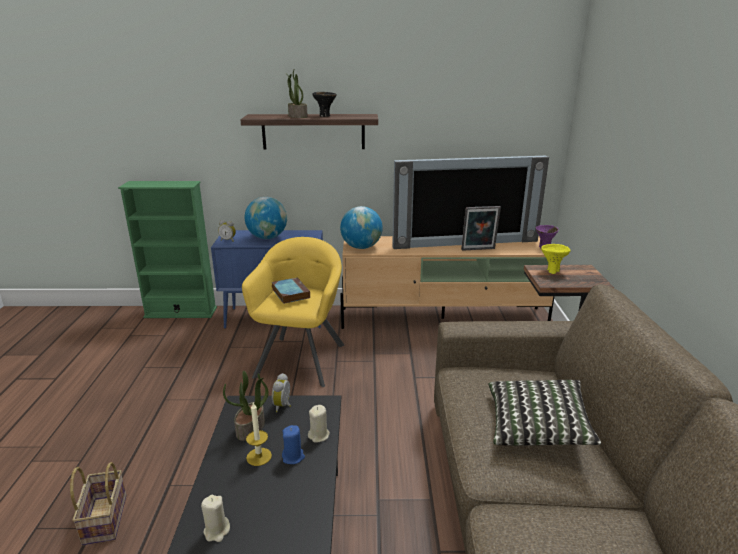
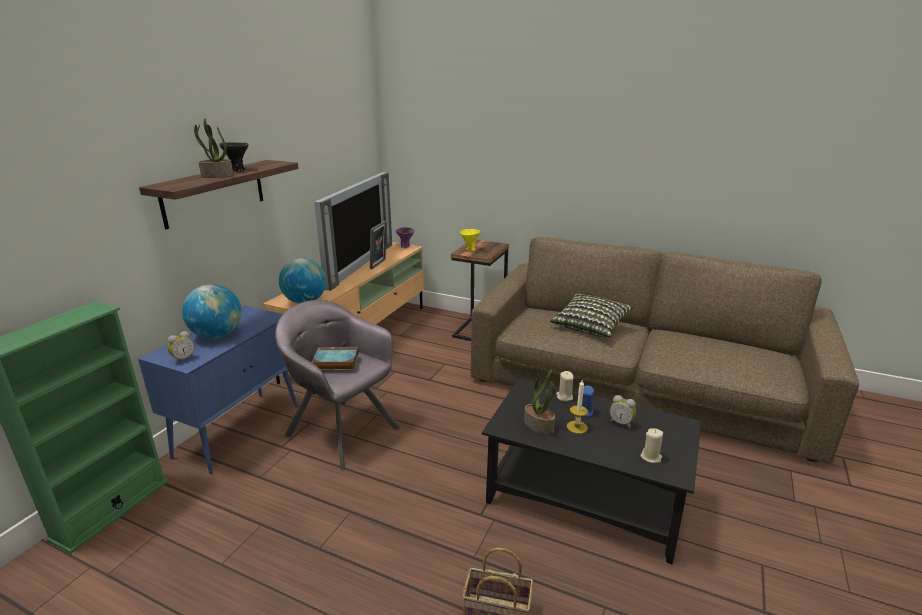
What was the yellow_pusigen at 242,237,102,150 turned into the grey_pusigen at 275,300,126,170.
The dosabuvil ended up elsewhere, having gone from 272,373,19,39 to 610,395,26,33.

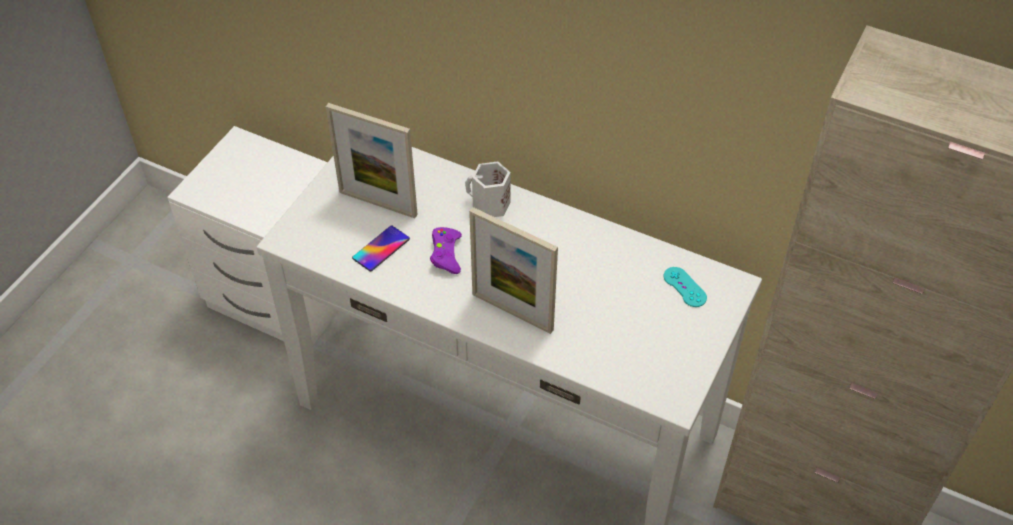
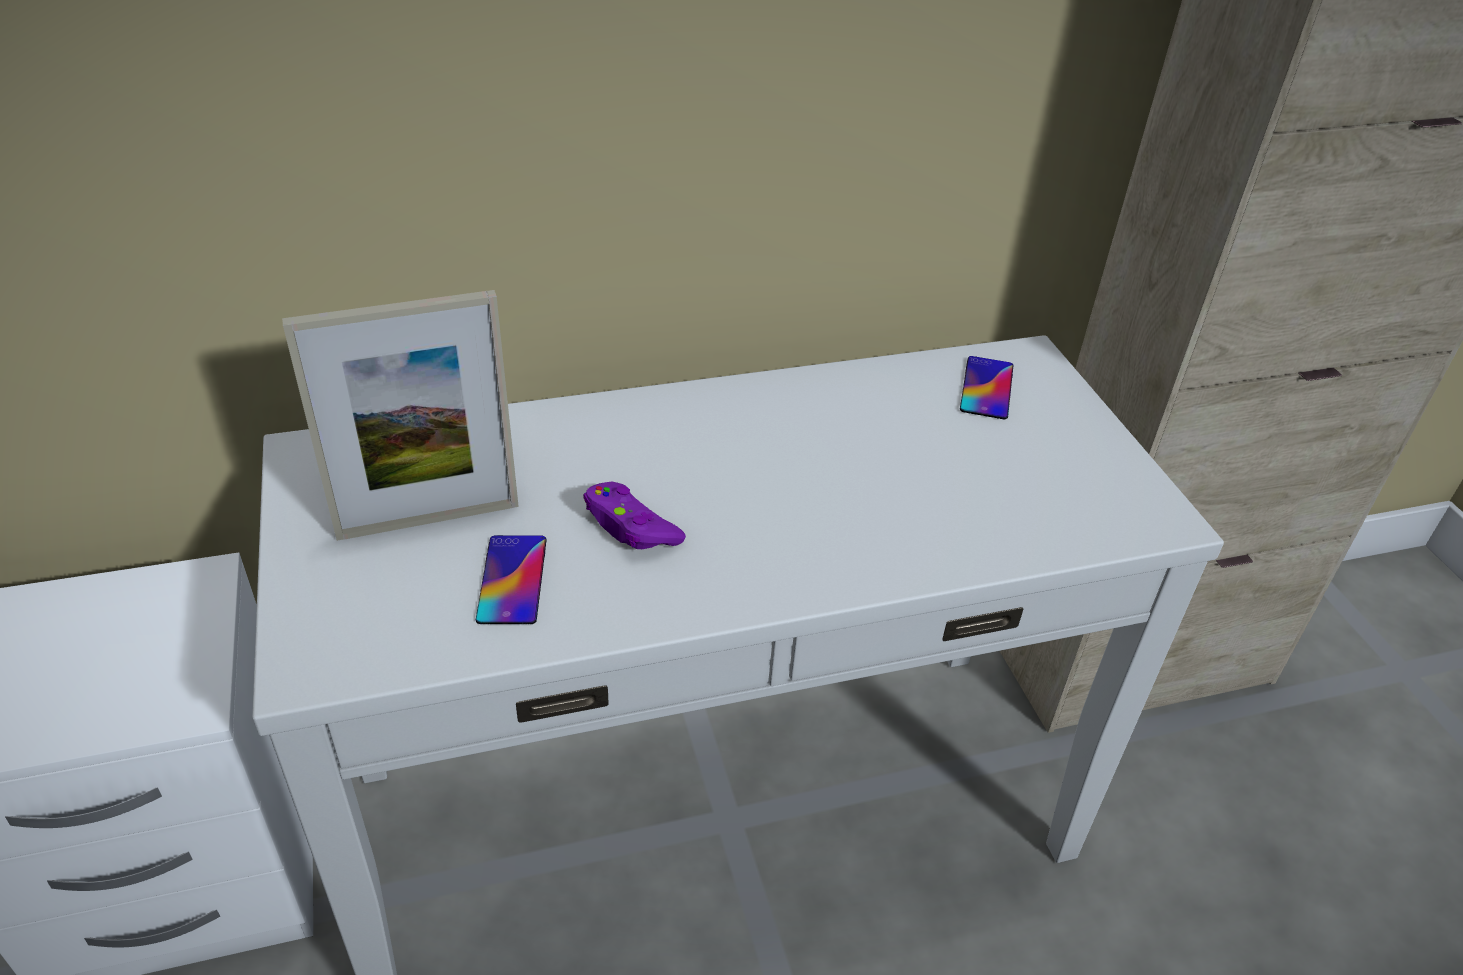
The second view lost the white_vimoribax at 465,162,46,55.
The second view lost the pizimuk at 469,207,89,127.
Where the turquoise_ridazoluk stood at 664,267,43,40, the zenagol came to stand at 960,356,53,63.

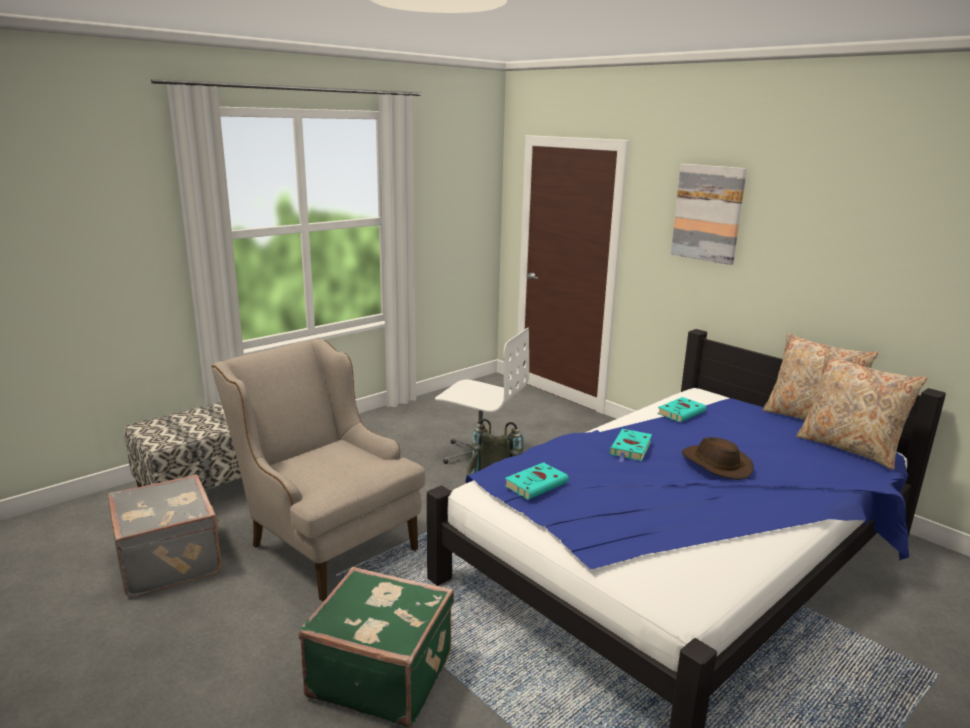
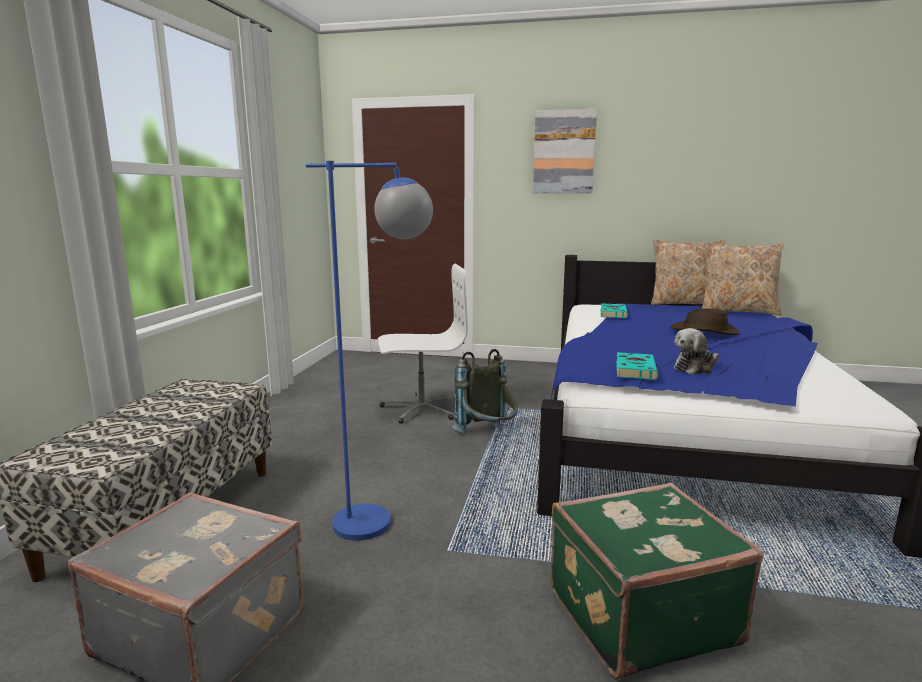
Where the beige_pusigen stood at 211,339,214,263, the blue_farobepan came to stand at 306,161,127,380.
The second view lost the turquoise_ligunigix at 609,429,43,34.
The second view gained the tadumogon at 674,328,45,47.

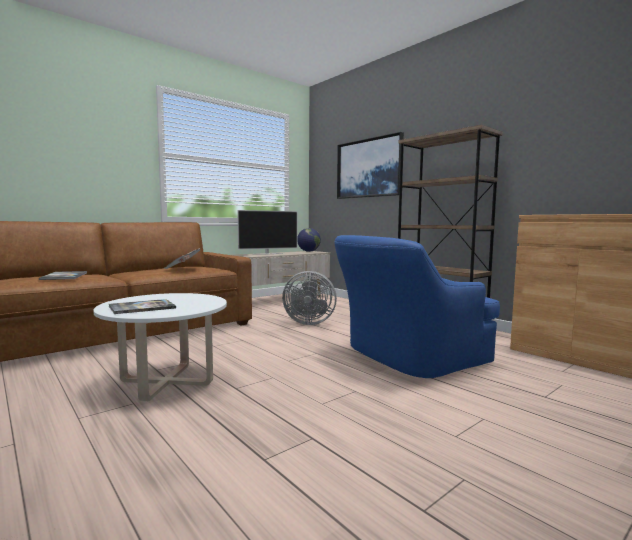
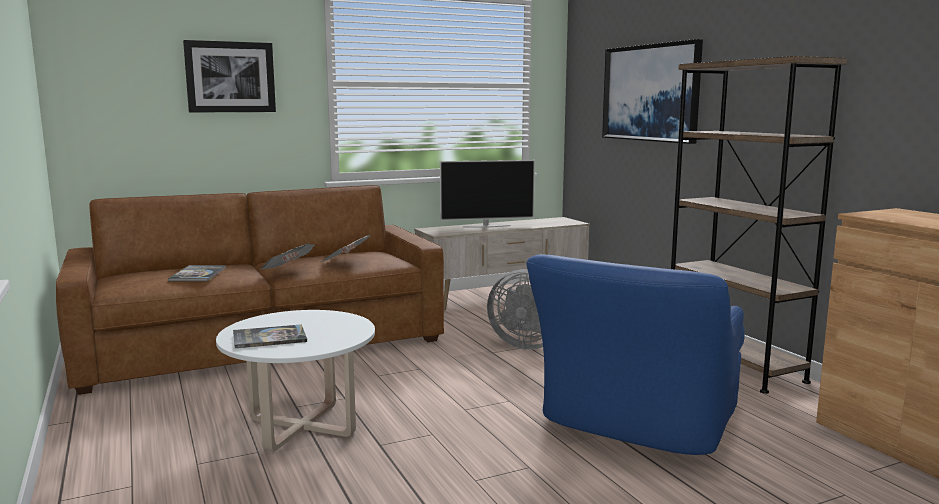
The second view lost the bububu at 297,228,24,24.
The blue_pusigen at 334,235,166,143 ended up facing another way, 45 degrees counterclockwise from before.
The second view gained the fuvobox at 183,40,93,73.
The second view gained the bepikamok at 260,244,55,26.

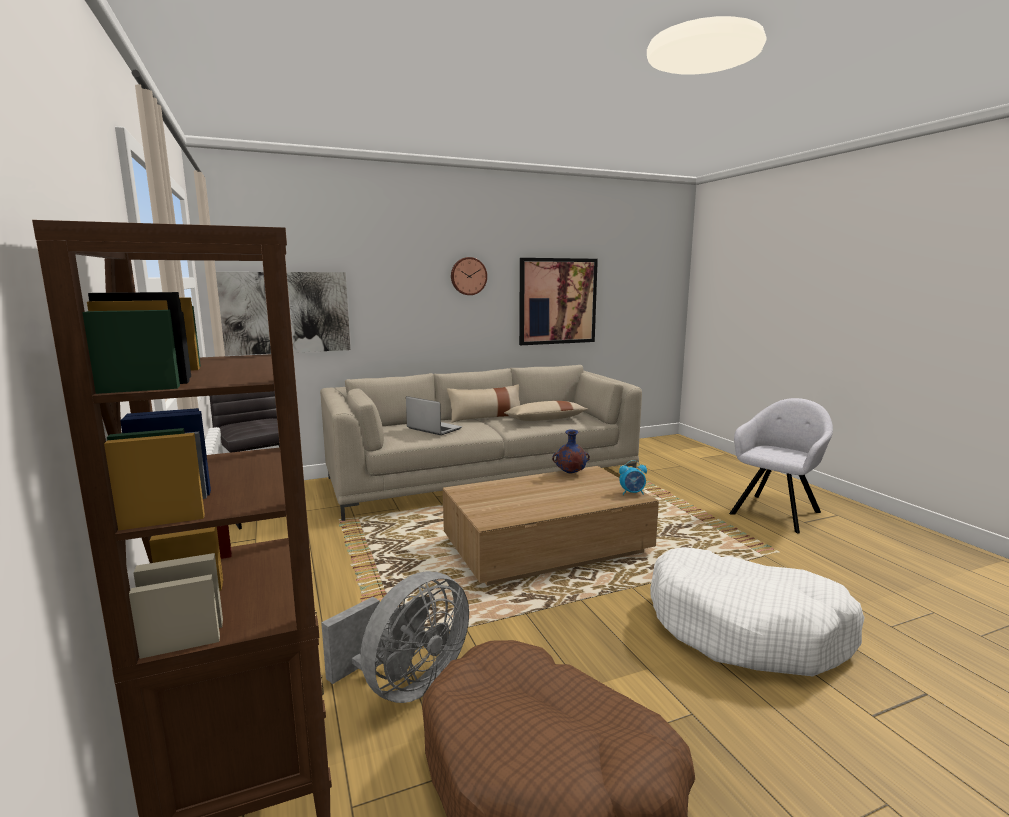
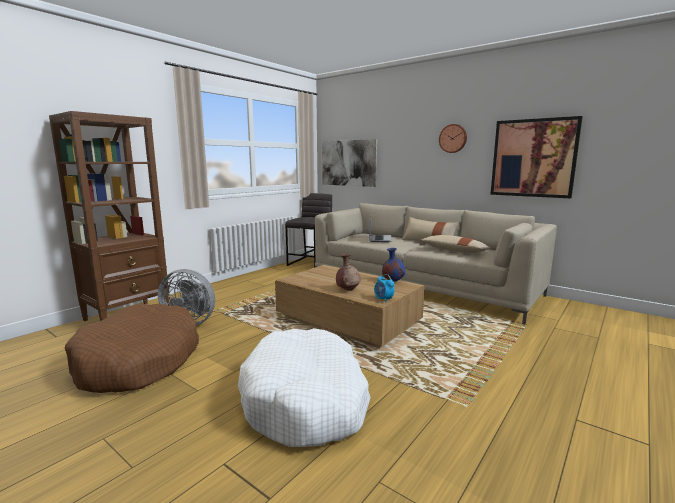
The second view lost the grey_pusigen at 729,398,104,136.
The second view gained the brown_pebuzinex at 336,254,25,37.

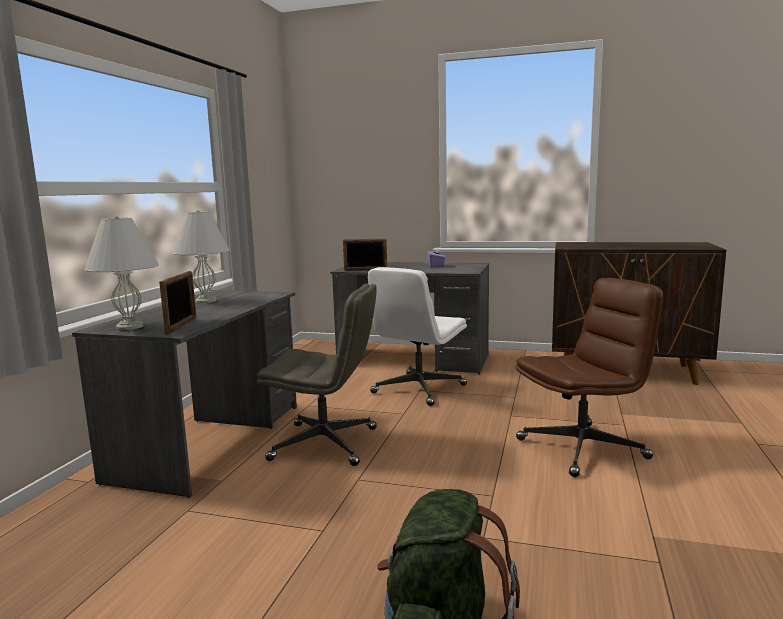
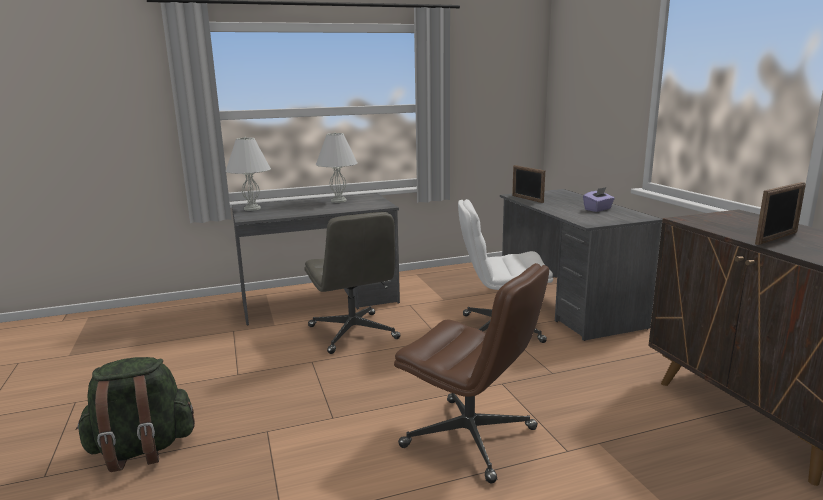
The pizimuk ended up elsewhere, having gone from 159,271,37,64 to 755,182,51,63.

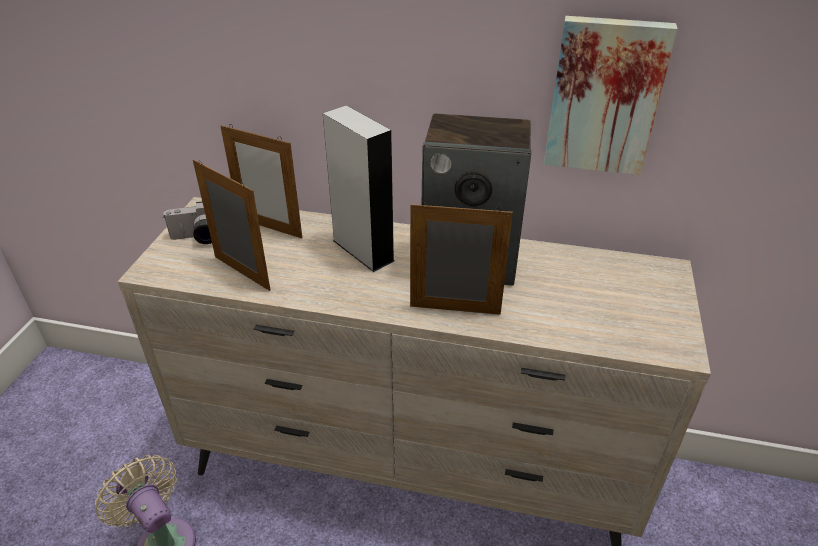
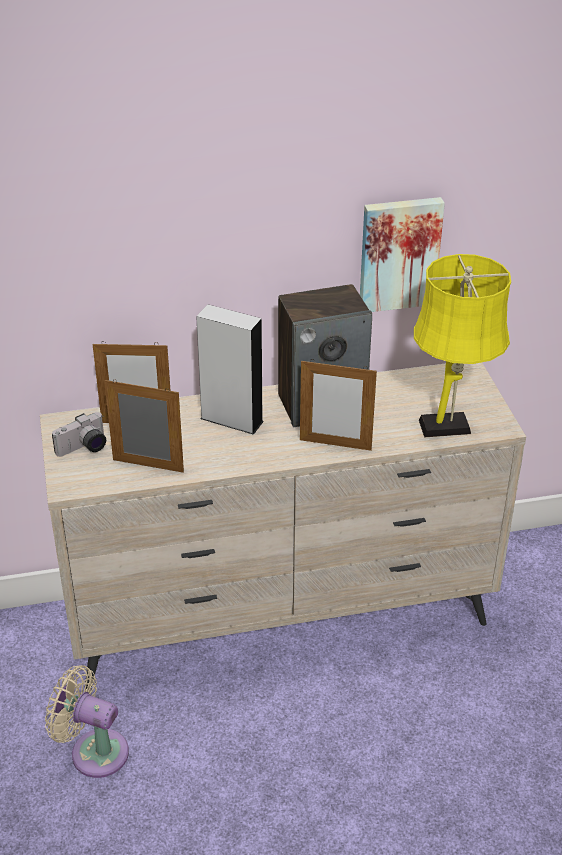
The pizimuk at 410,202,103,113 ended up facing another way, 150 degrees counterclockwise from before.
The second view gained the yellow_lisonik at 414,254,97,183.

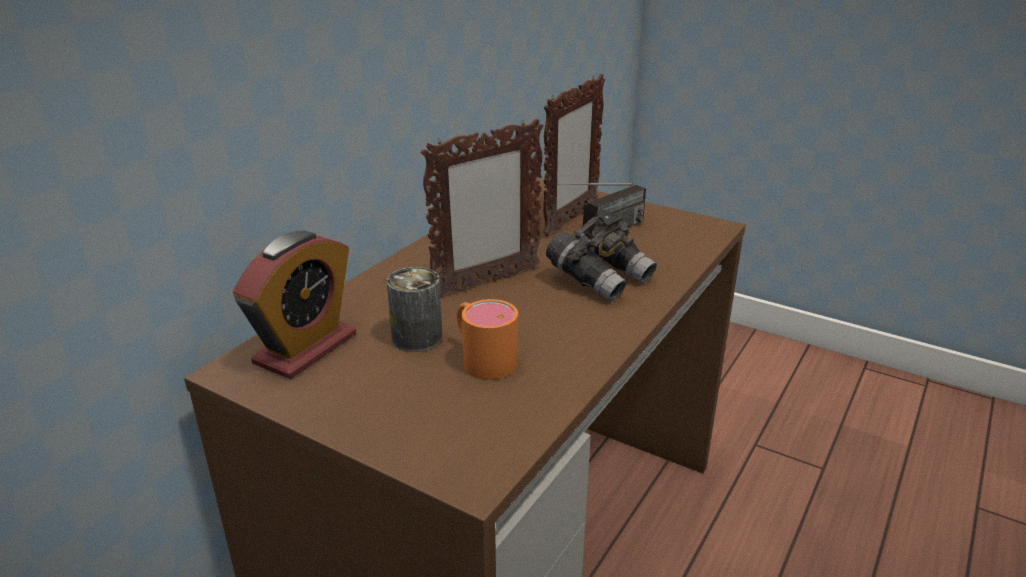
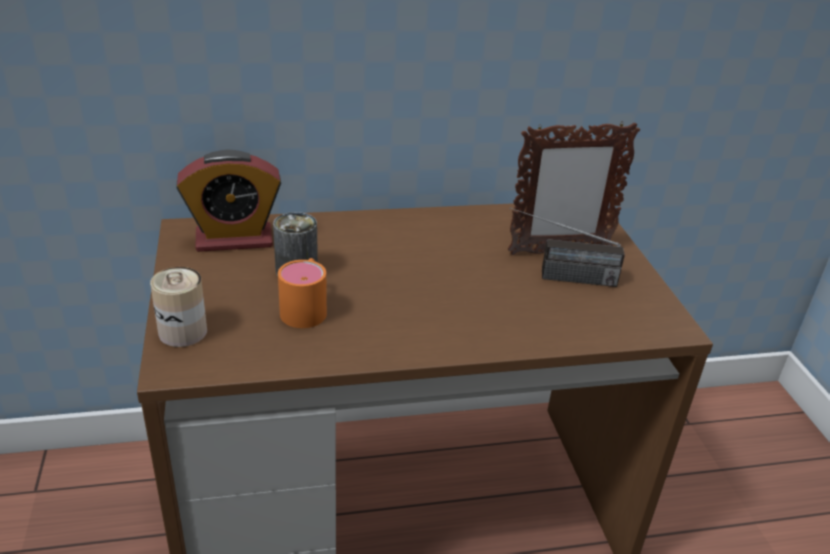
The second view lost the pizimuk at 421,119,122,179.
The second view lost the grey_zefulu at 546,209,111,93.
The second view gained the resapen at 150,267,57,80.

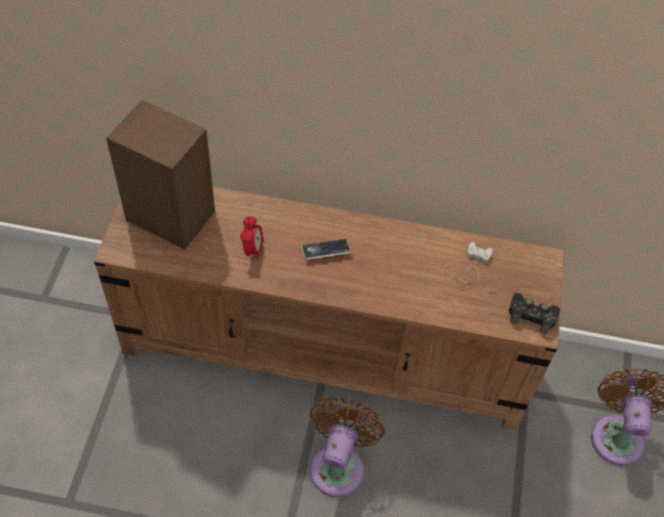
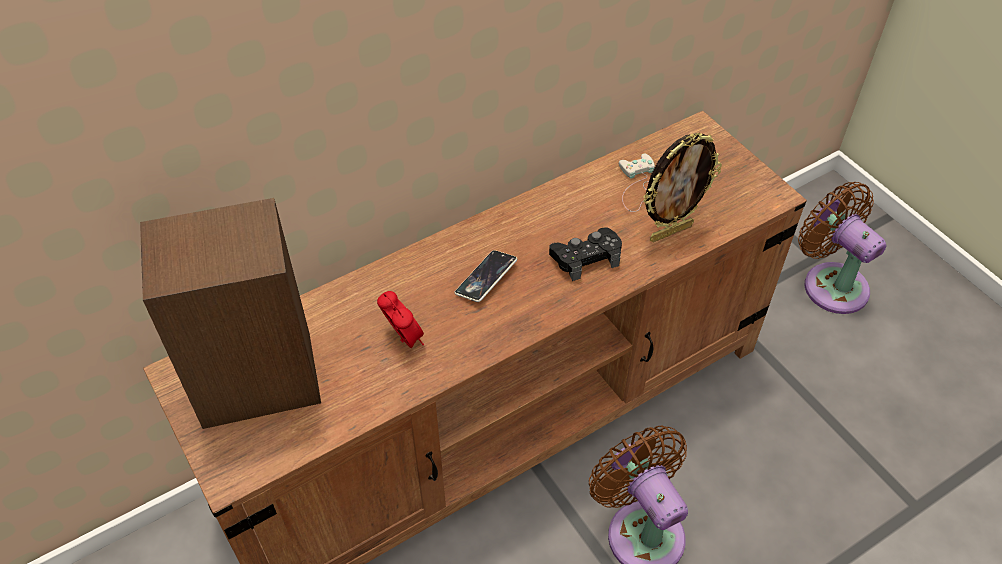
The black_ridazoluk ended up elsewhere, having gone from 509,293,51,42 to 549,227,73,54.
The second view gained the pizimuk at 643,133,79,109.

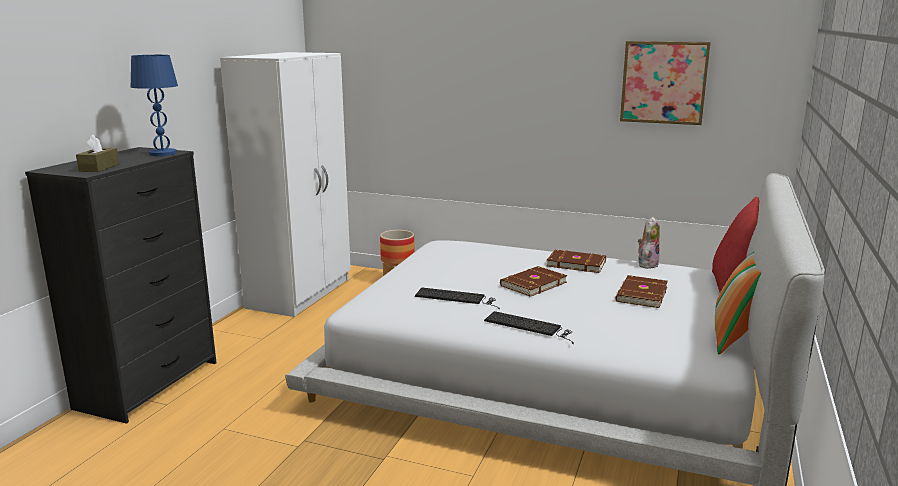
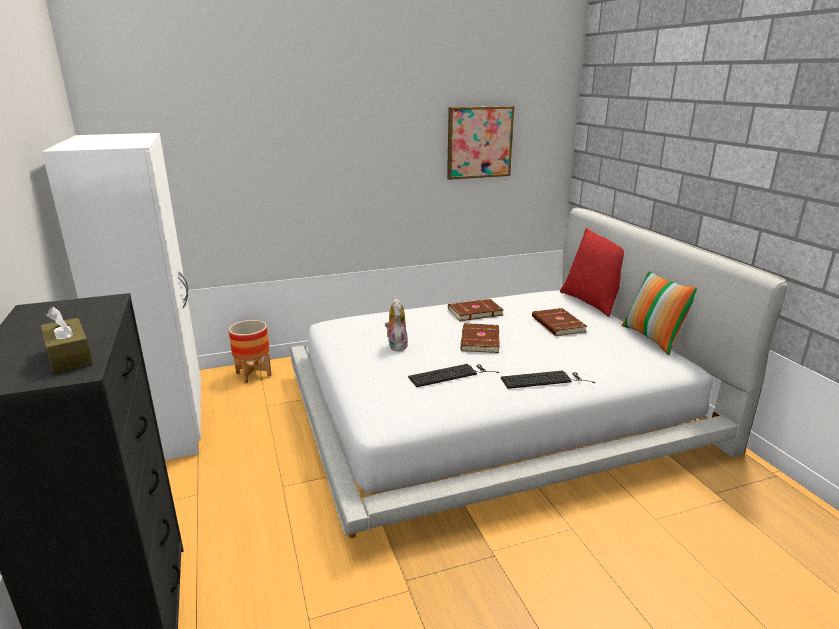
The second view lost the blue_lisonik at 131,55,47,101.
The tadumogon ended up elsewhere, having gone from 638,217,22,52 to 385,298,23,53.

